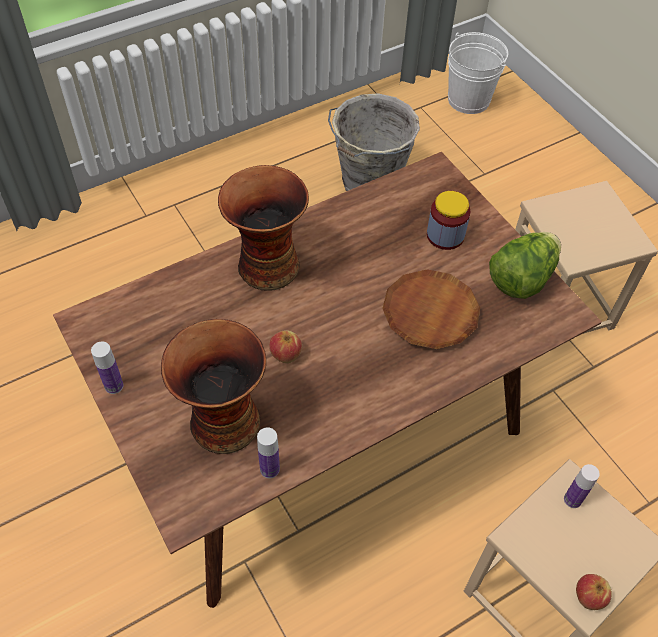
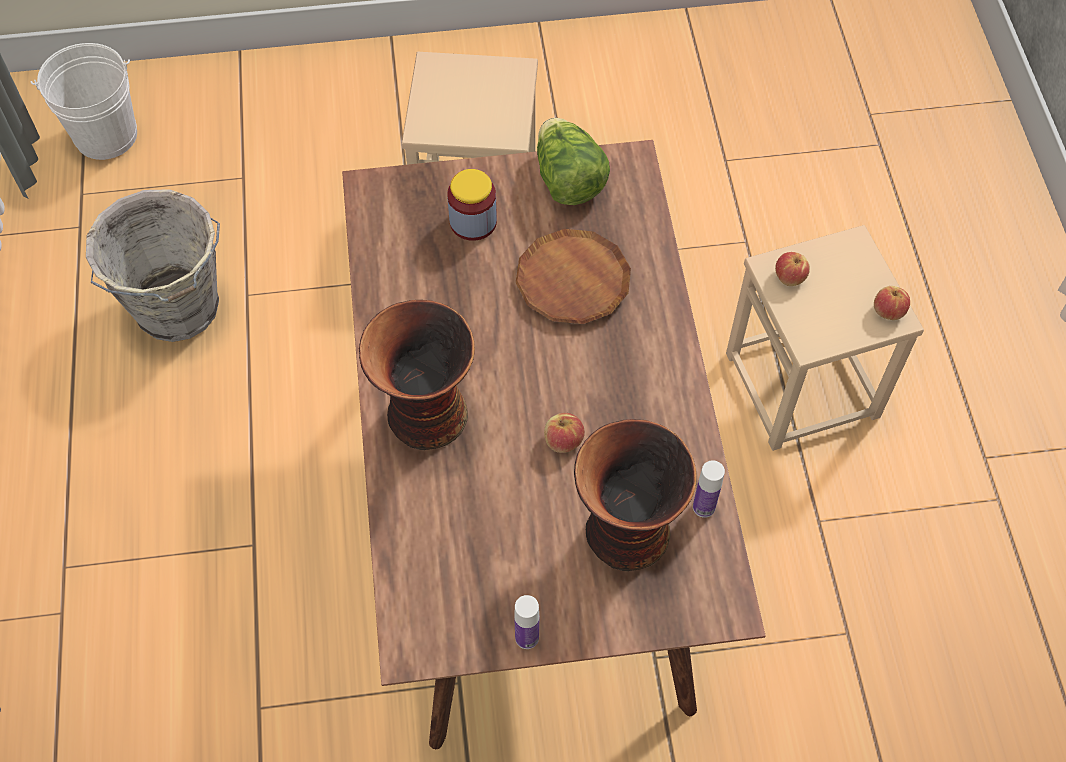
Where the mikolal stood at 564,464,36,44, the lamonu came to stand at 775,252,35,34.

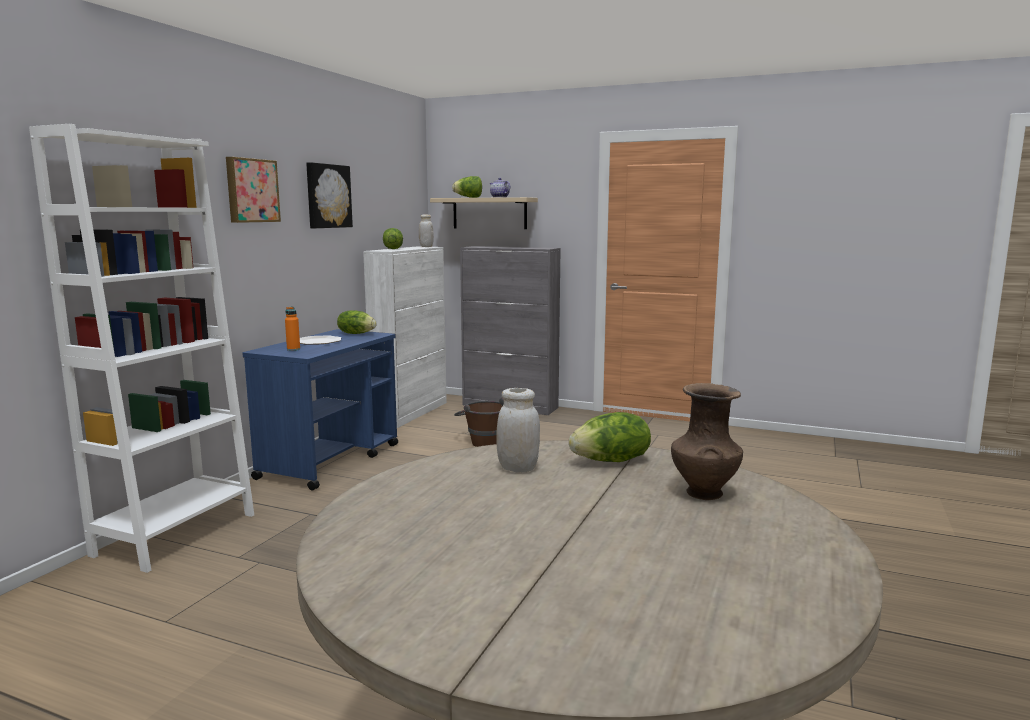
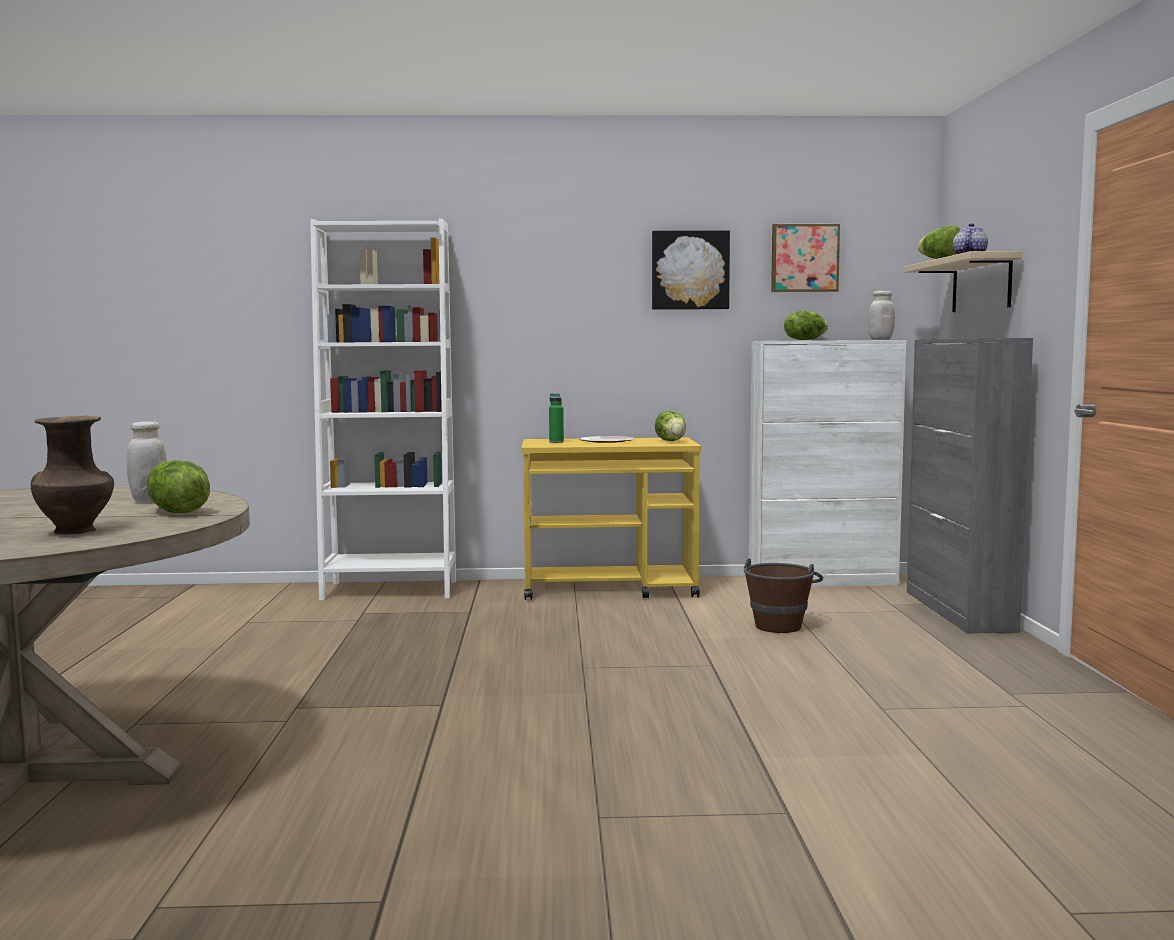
The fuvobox ended up elsewhere, having gone from 226,157,55,66 to 771,224,69,68.
What was the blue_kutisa at 242,329,156,161 turned into the yellow_kutisa at 521,437,180,163.
What was the orange_mikolal at 285,307,15,44 turned into the green_mikolal at 549,393,15,50.

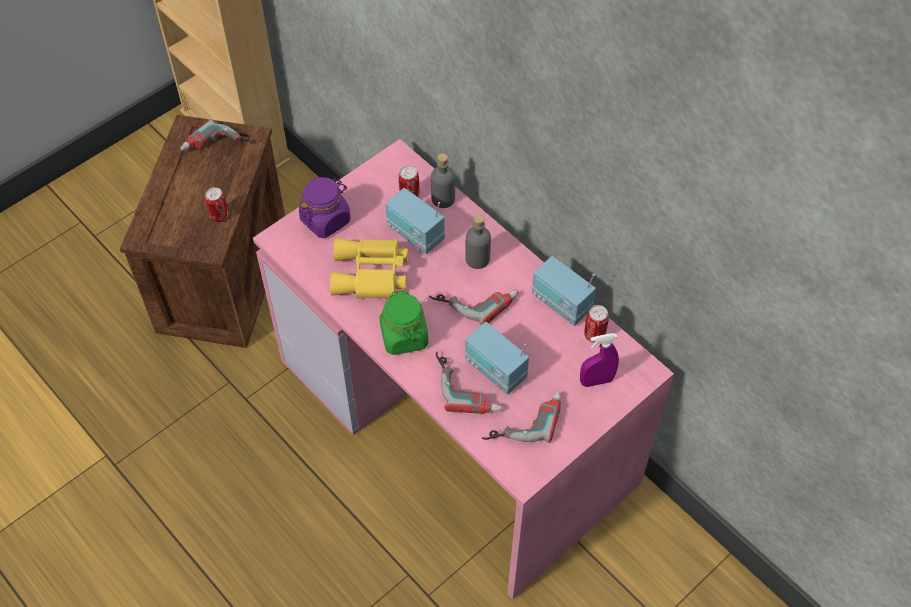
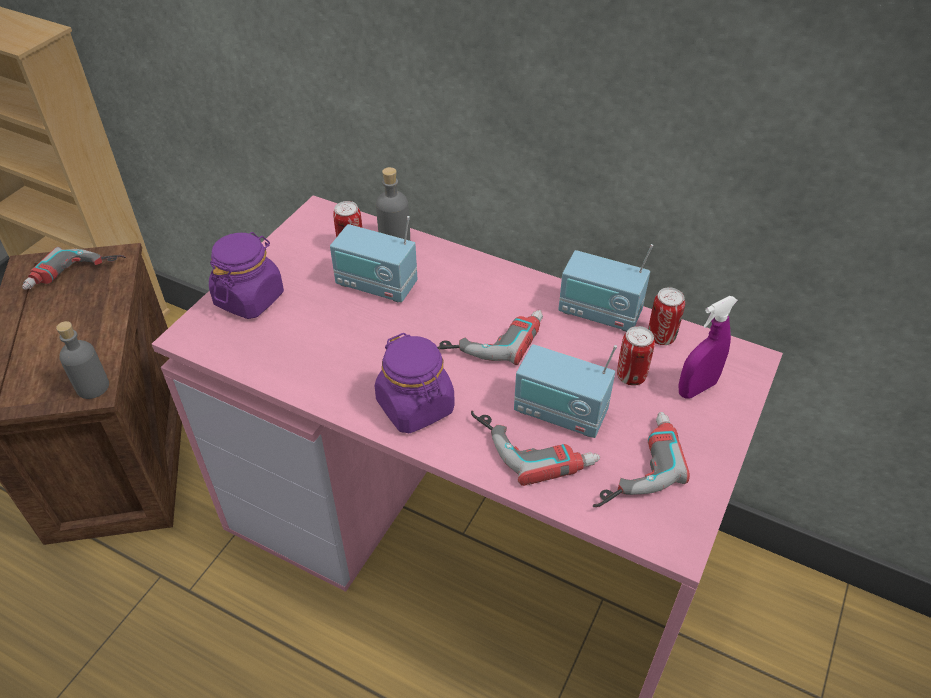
The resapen ended up elsewhere, having gone from 205,187,23,35 to 617,326,38,60.
The second view lost the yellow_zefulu at 330,238,78,60.
What was the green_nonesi at 380,290,48,65 turned into the purple_nonesi at 375,333,80,100.
The grey_mikolal ended up elsewhere, having gone from 465,215,26,54 to 56,321,53,78.

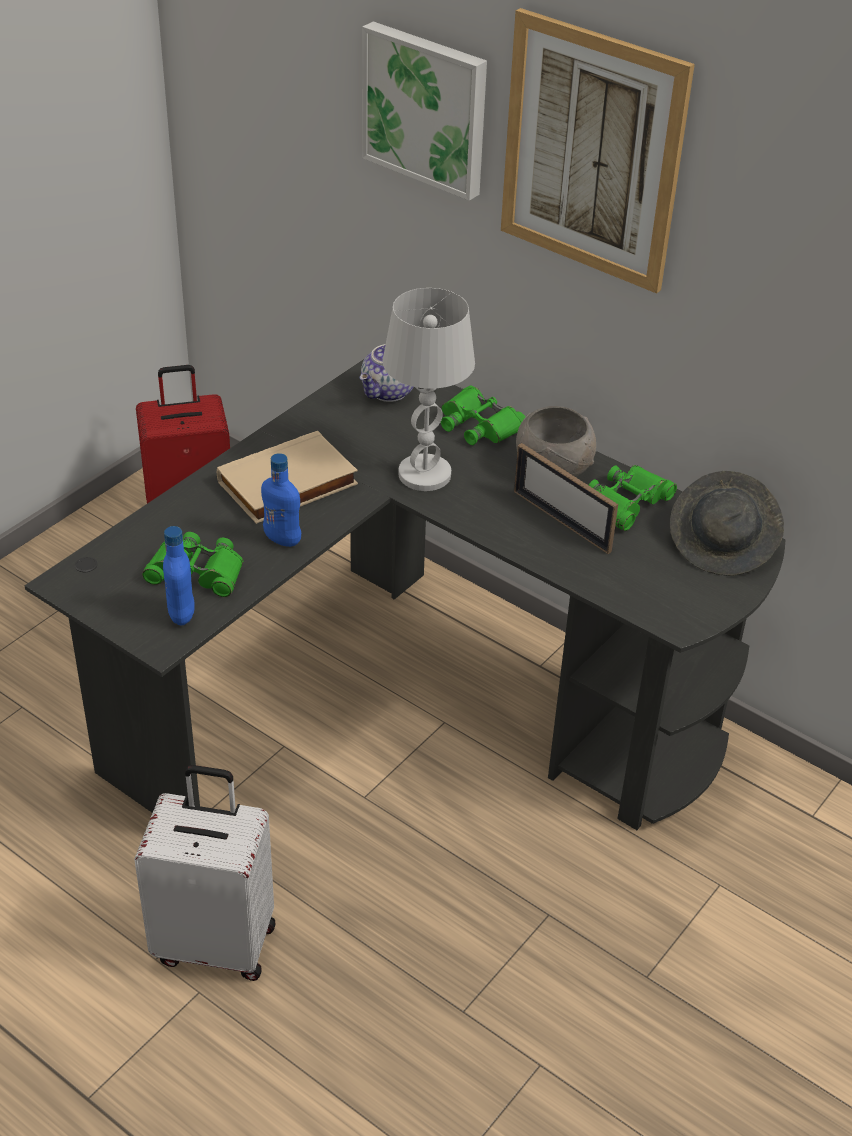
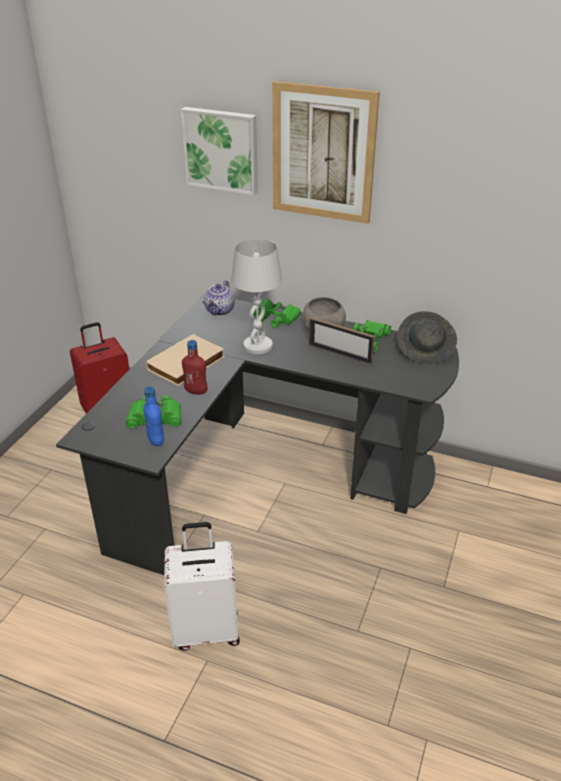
What was the blue_mikolal at 261,453,40,94 turned into the red_mikolal at 182,340,25,55.

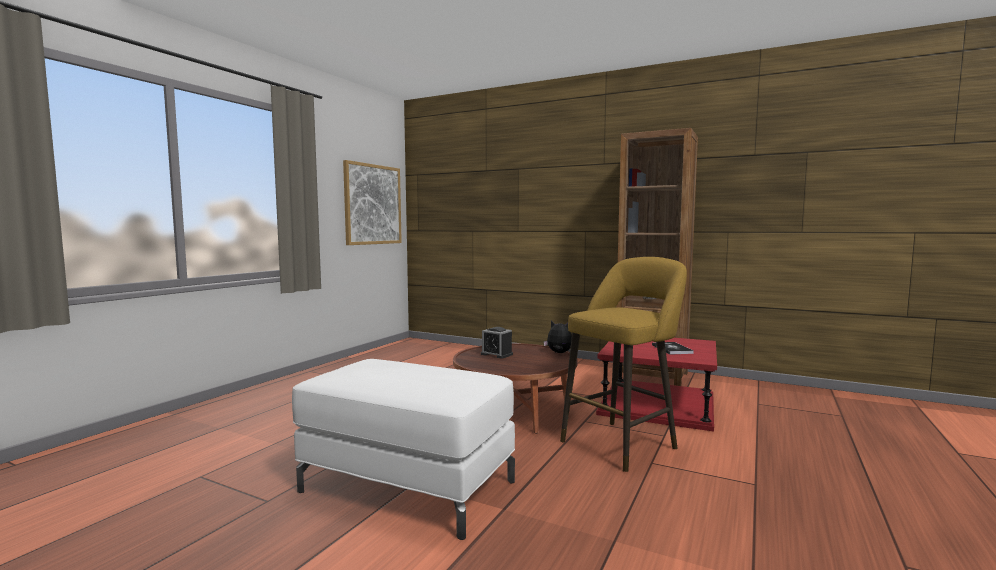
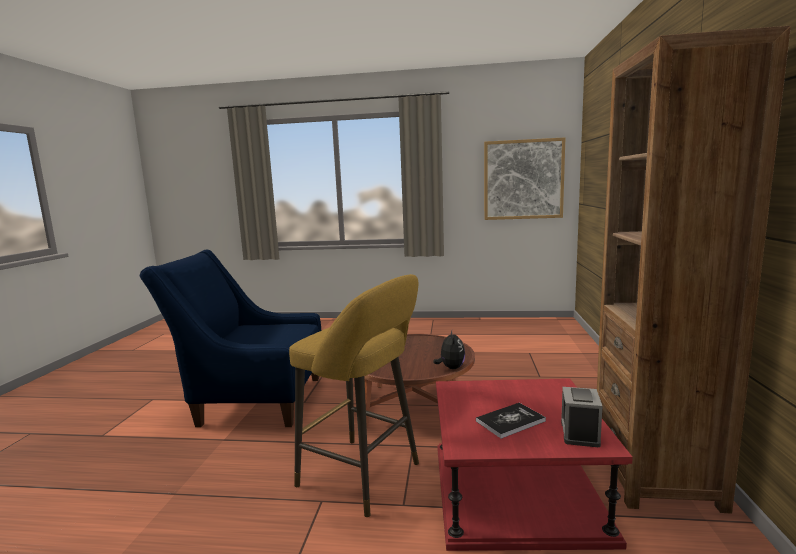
Where the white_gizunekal stood at 292,359,223,181, the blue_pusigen came to stand at 139,250,182,177.
The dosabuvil ended up elsewhere, having gone from 481,327,32,32 to 561,387,41,60.

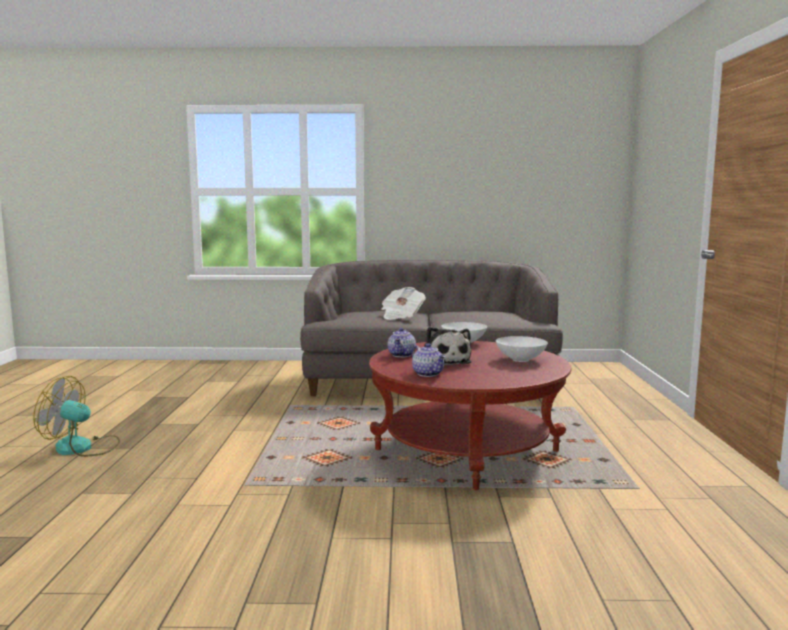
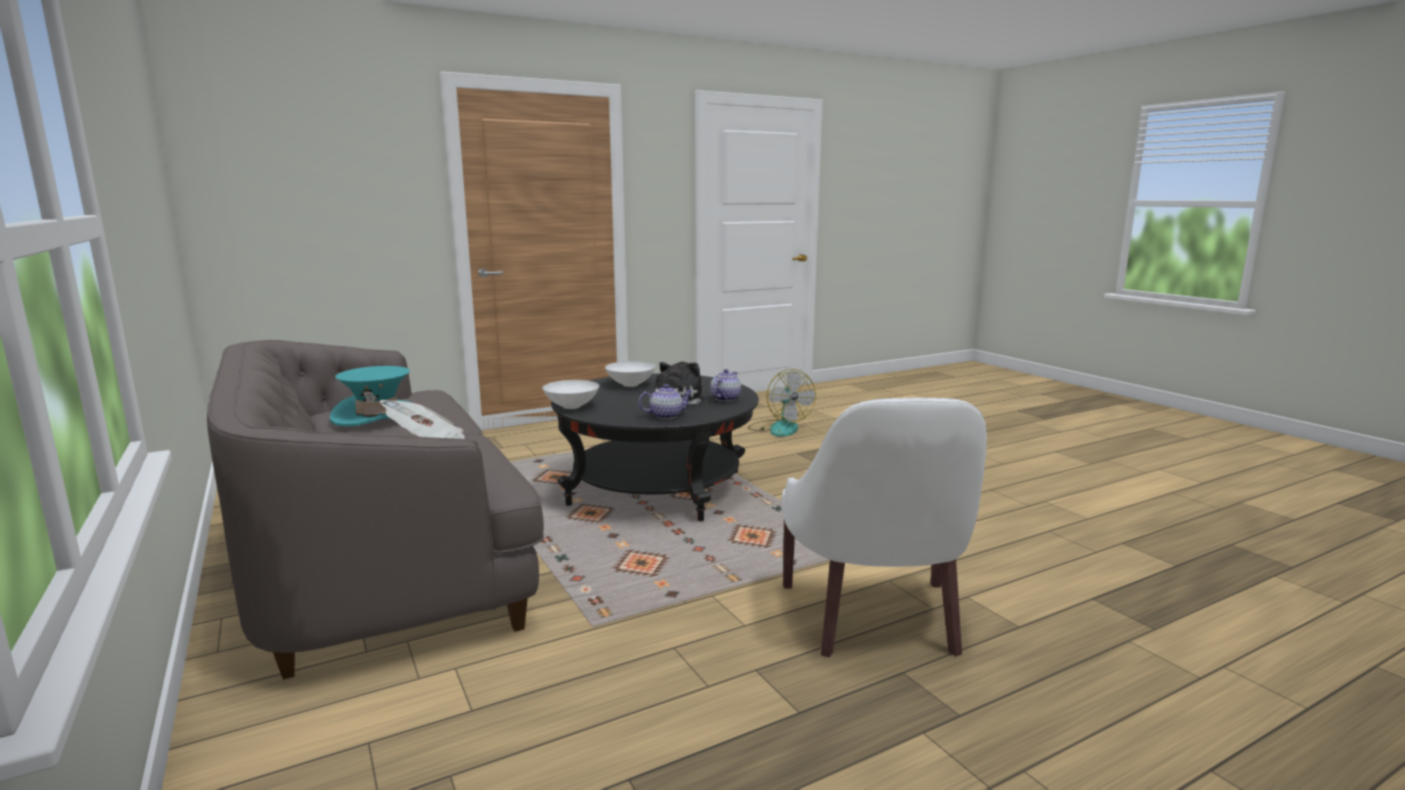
The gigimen ended up elsewhere, having gone from 33,376,87,81 to 748,369,68,68.
What was the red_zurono at 369,341,202,149 turned into the black_zurono at 551,373,208,148.
The second view gained the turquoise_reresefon at 330,366,82,61.
The second view gained the white_pusigen at 781,397,206,261.

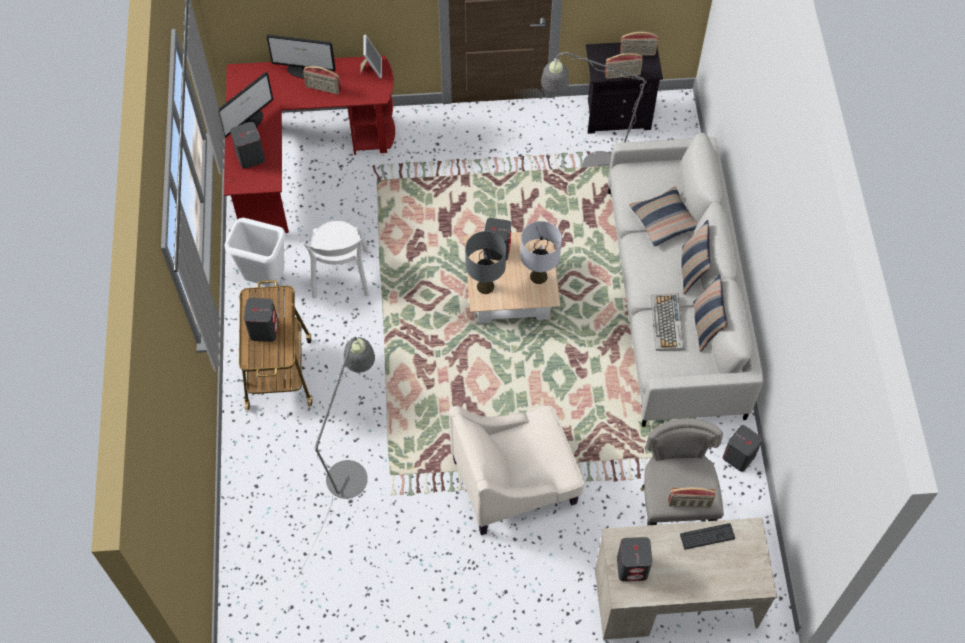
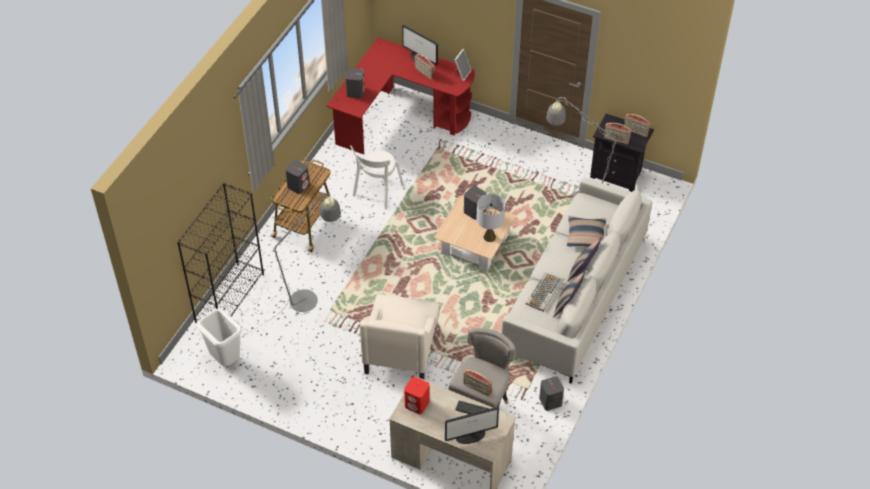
The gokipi ended up elsewhere, having gone from 218,72,55,66 to 445,407,54,37.
The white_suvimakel ended up elsewhere, having gone from 224,218,62,69 to 197,308,45,59.
The beige_pusigen at 449,406,135,129 ended up facing another way, 90 degrees counterclockwise from before.
The second view lost the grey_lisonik at 465,231,41,63.
What was the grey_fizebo at 617,537,35,44 turned into the red_fizebo at 404,377,26,37.
The second view gained the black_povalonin at 177,183,87,140.

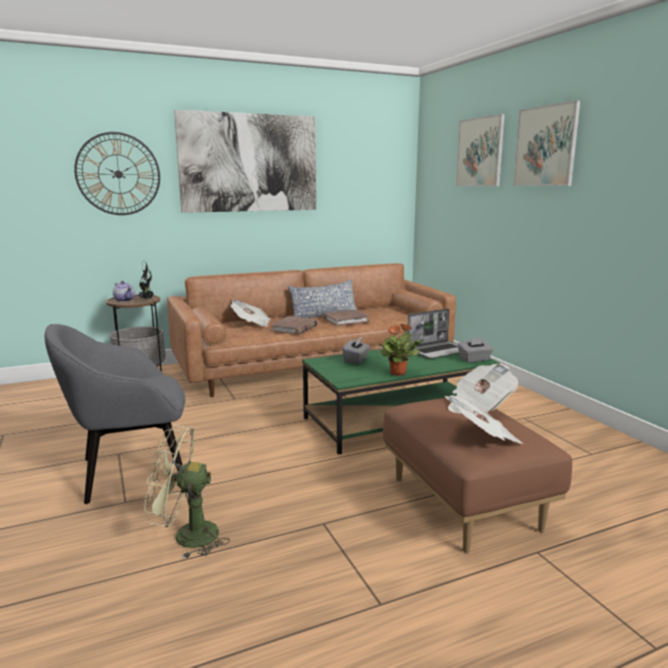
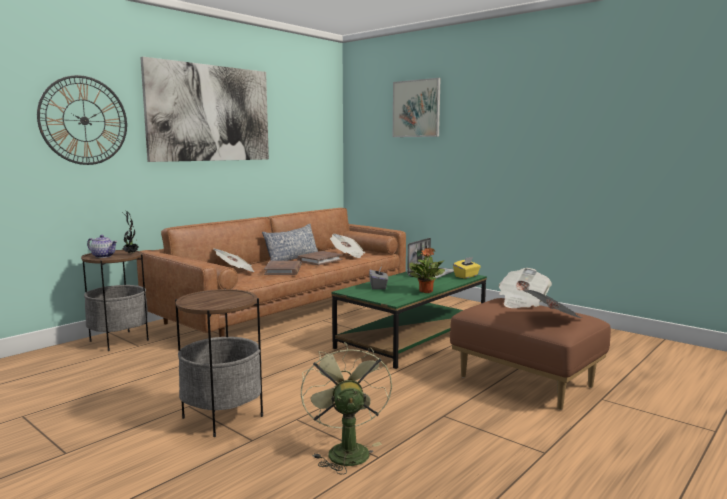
Where the grey_pusigen stood at 45,324,140,180, the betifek came to stand at 175,289,88,148.
The green_gigimen at 145,425,85,134 ended up facing another way, 105 degrees clockwise from before.
What was the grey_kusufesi at 458,337,35,25 turned into the yellow_kusufesi at 453,257,28,22.
The second view lost the fuvobox at 513,100,68,86.
The second view gained the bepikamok at 330,234,35,24.

